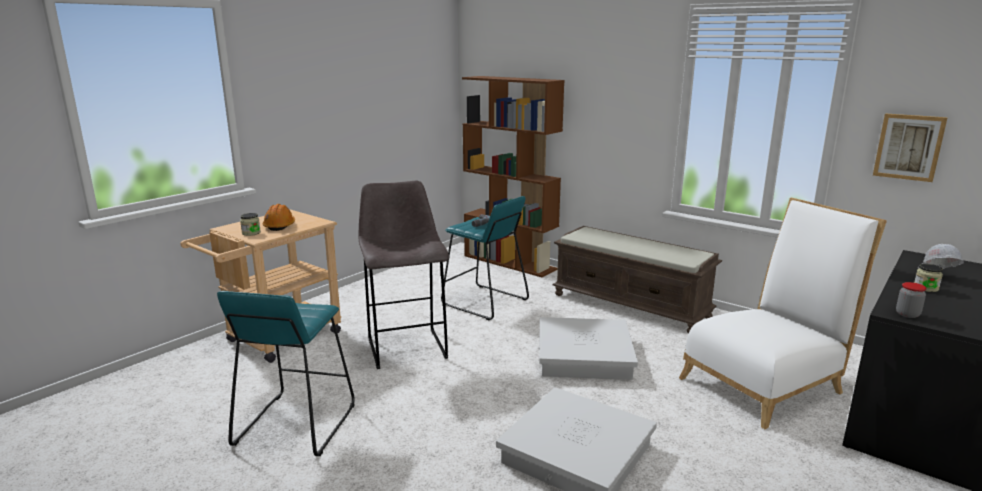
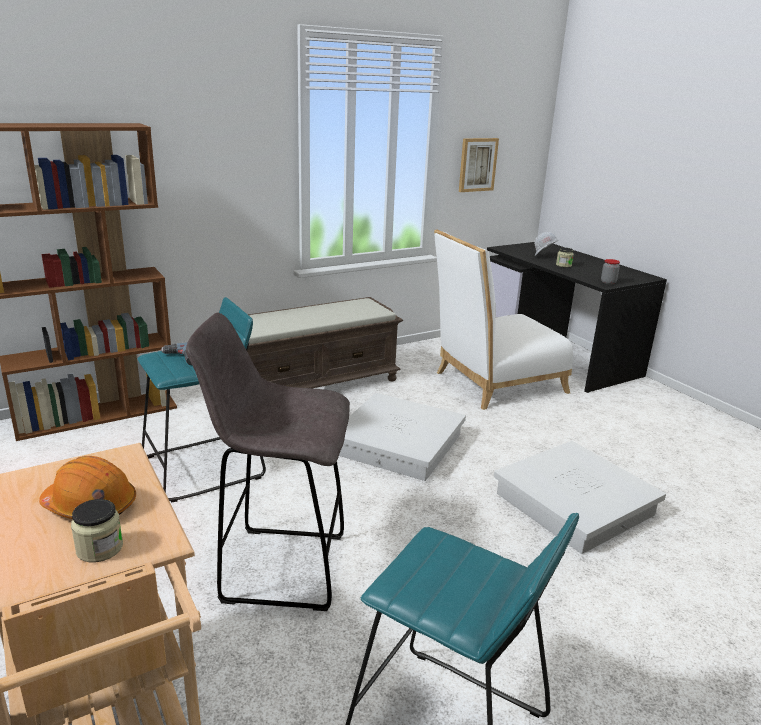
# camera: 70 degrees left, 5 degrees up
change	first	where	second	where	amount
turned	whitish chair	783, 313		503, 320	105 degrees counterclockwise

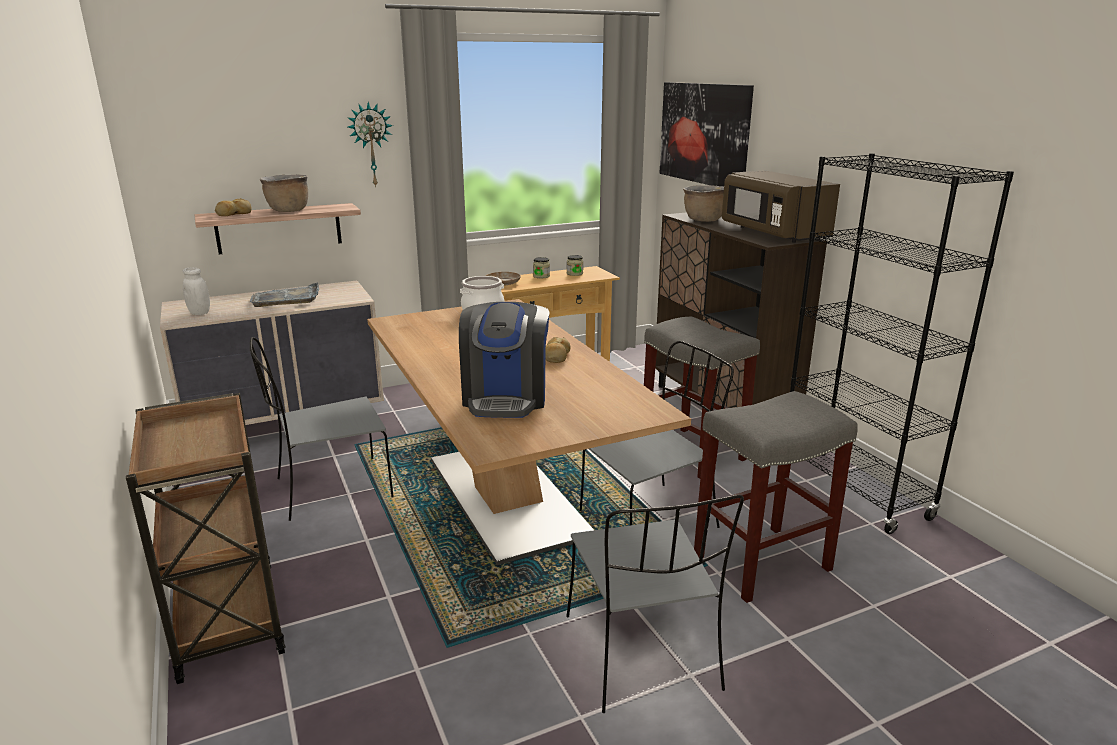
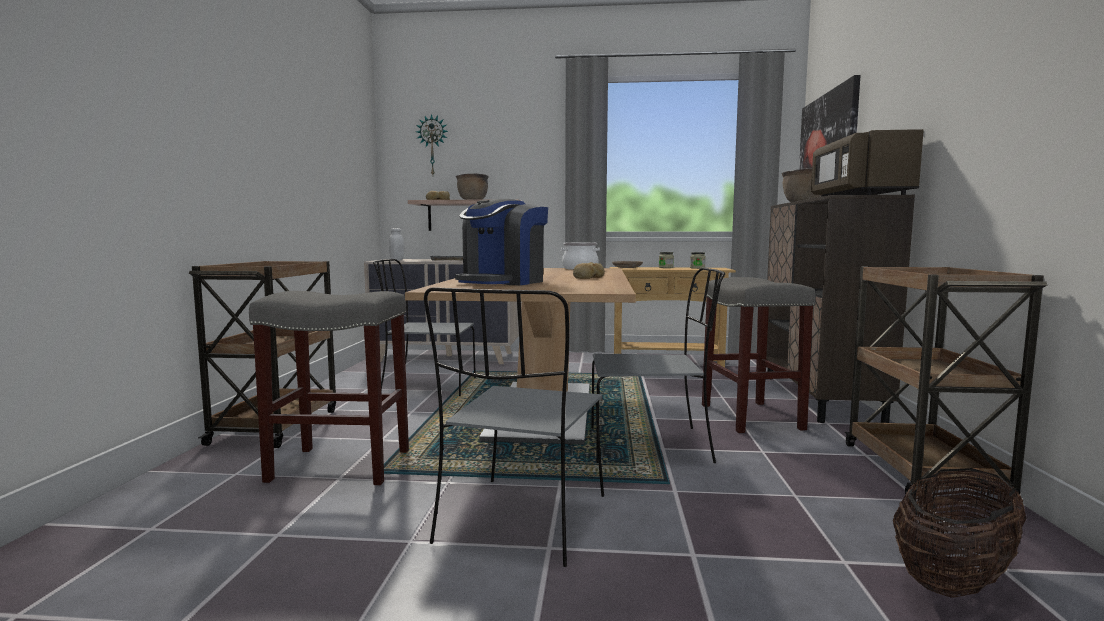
# camera: 30 degrees right, 15 degrees down
change	first	where	second	where	amount
added			storage basket	960, 533	
moved	clock on the wall	370, 145		432, 144	
moved	gray stool	776, 497		329, 388	
replaced	black-coloured bookcase	902, 343	brown trolley	946, 383	

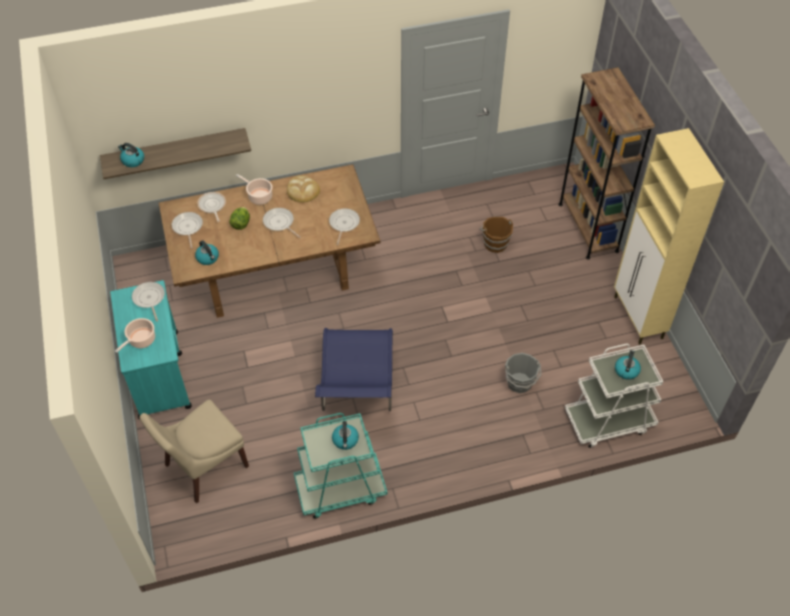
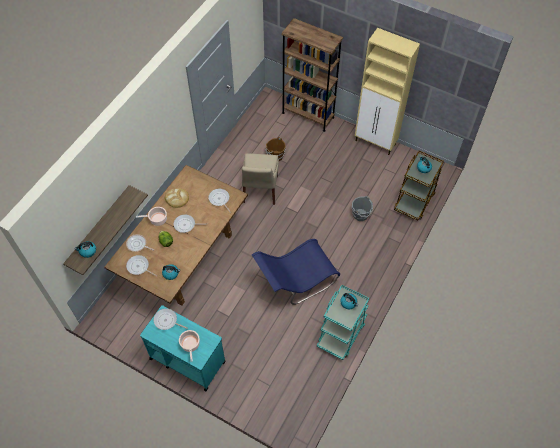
# camera: 45 degrees left, 5 degrees up
change	first	where	second	where	amount
moved	beige chair	194, 451		260, 179	
recoloured	whitish trolley	614, 396	brown trolley	419, 186	
turned	blue chair	354, 369		296, 272	105 degrees clockwise

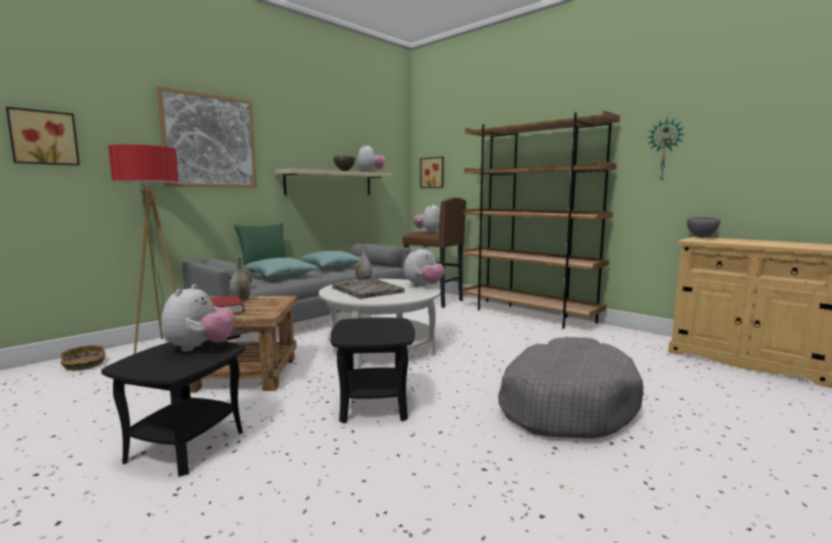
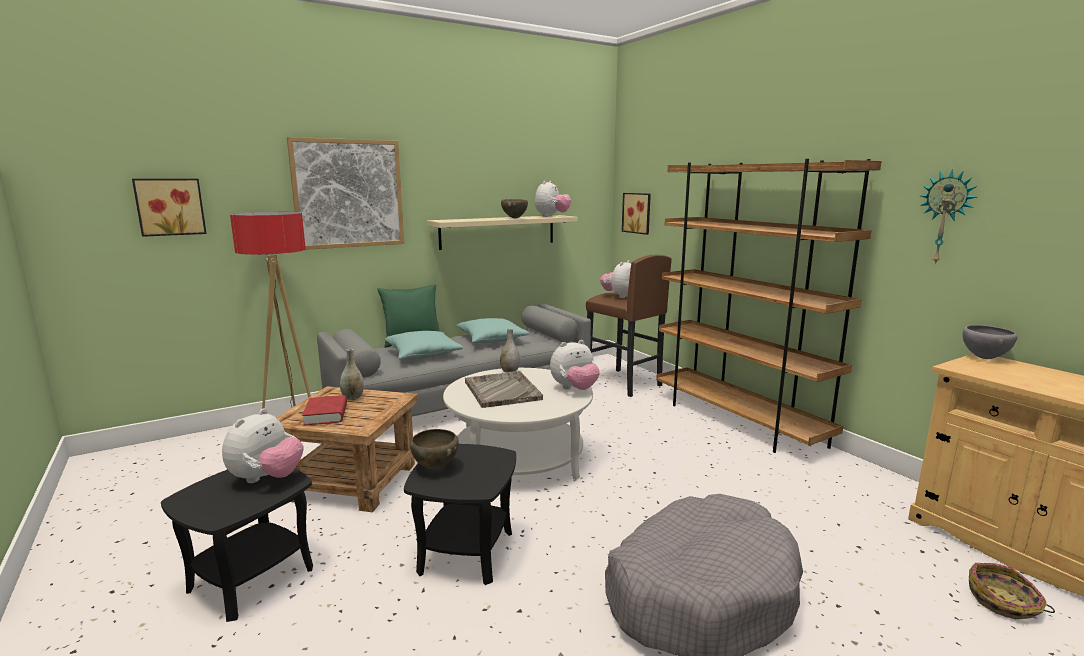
# camera: 15 degrees right, 5 degrees up
change	first	where	second	where	amount
added			brown deep dish	434, 449	
moved	storage basket	83, 358		1012, 591	

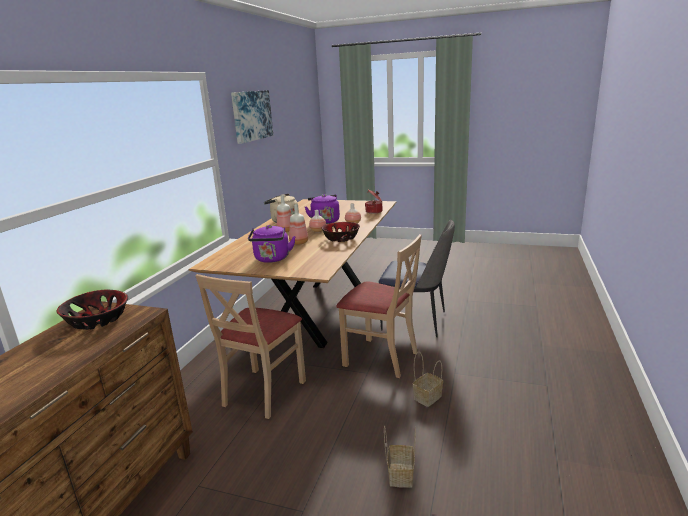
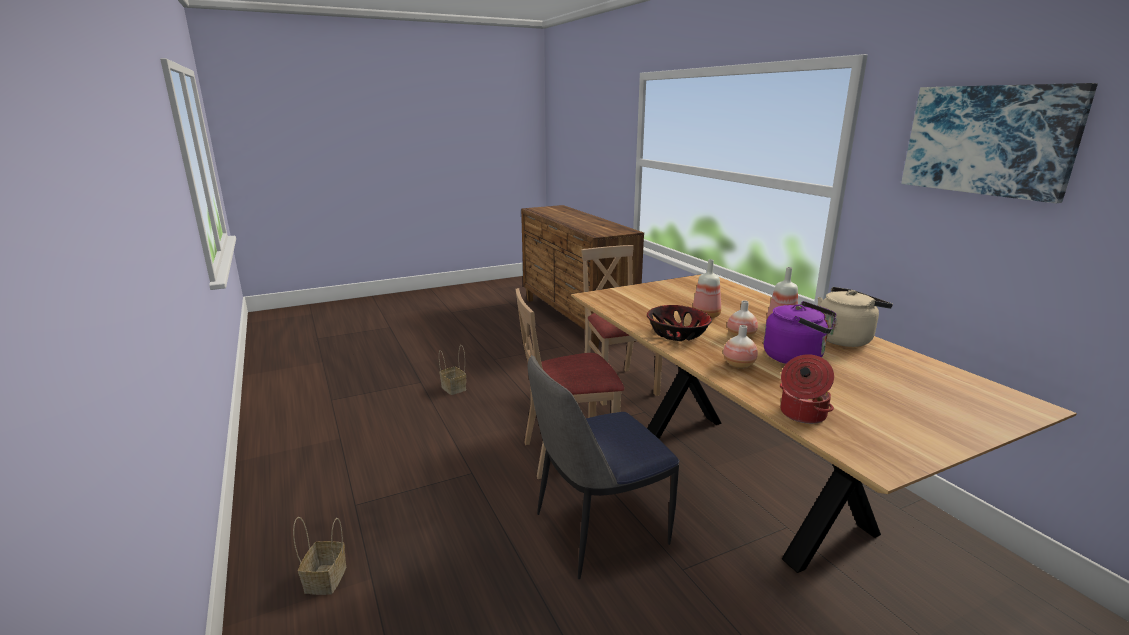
# camera: 135 degrees right, 0 degrees up
change	first	where	second	where	amount
removed	deep dish	92, 309			
removed	purplish water kettle	272, 244			
moved	storage basket	428, 379		319, 556	

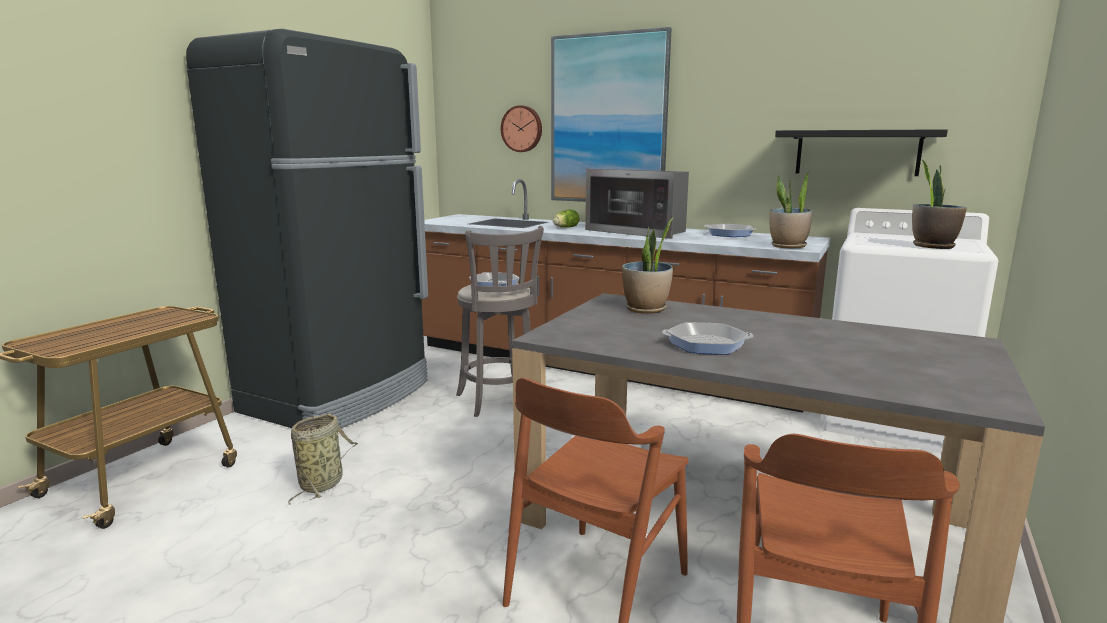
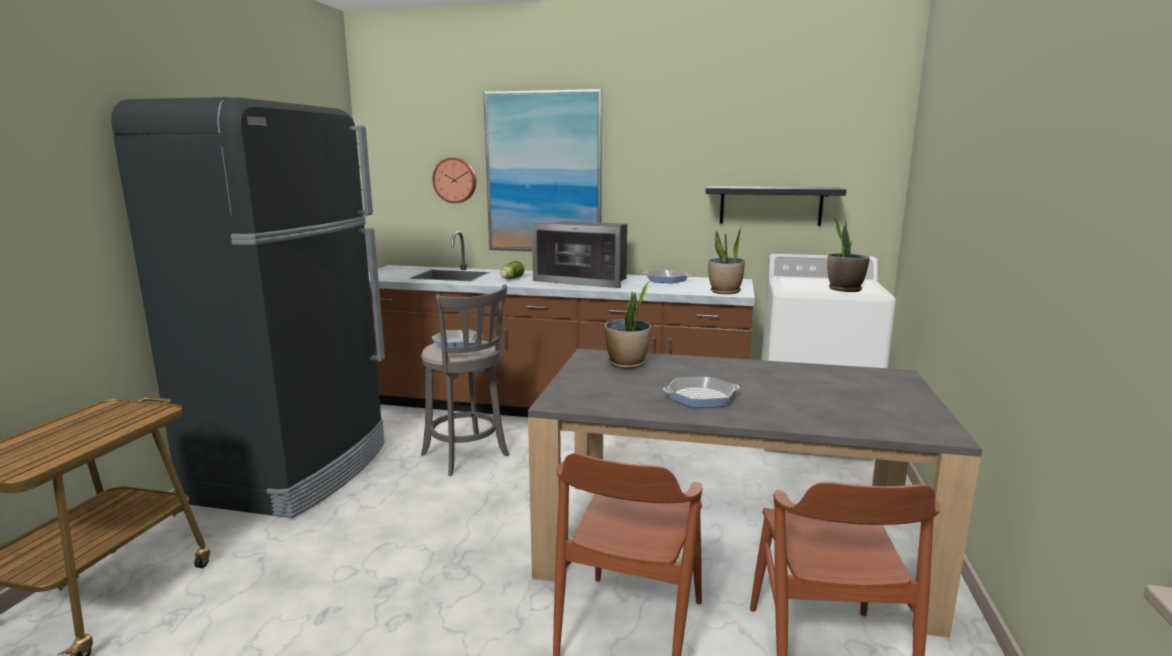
# camera: 15 degrees left, 0 degrees up
change	first	where	second	where	amount
removed	storage basket	323, 459			

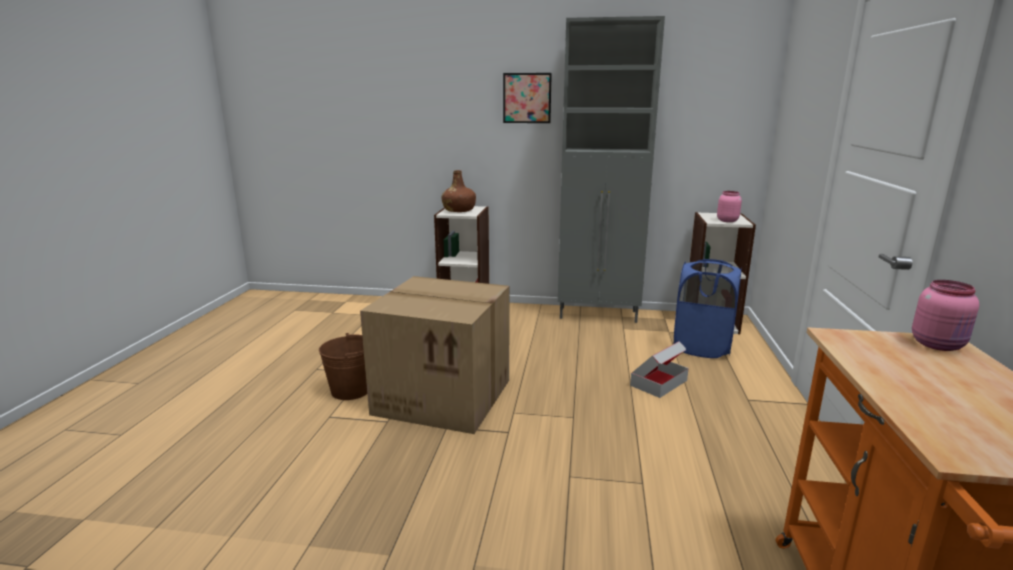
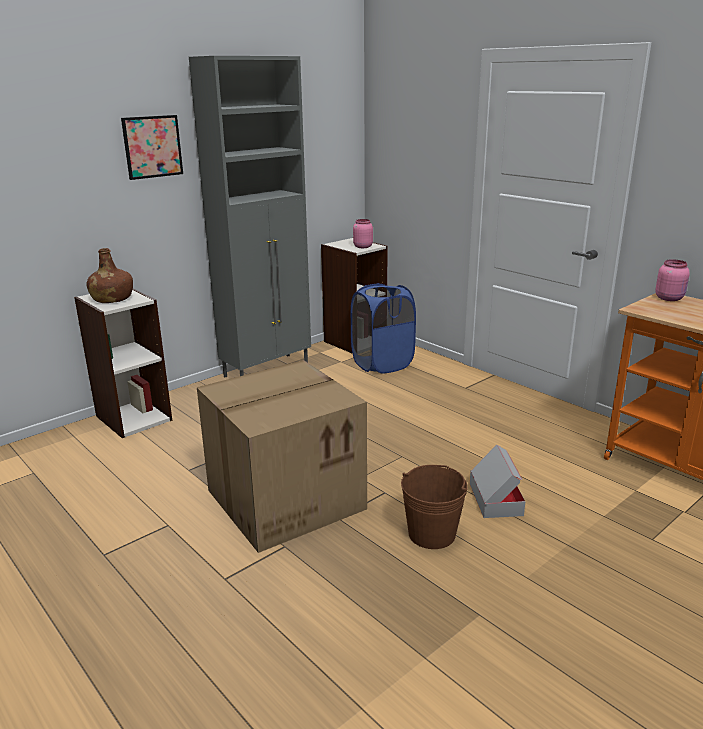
# camera: 50 degrees left, 5 degrees up
change	first	where	second	where	amount
moved	brown bucket	343, 366		434, 507	
moved	carton	659, 369		497, 481	

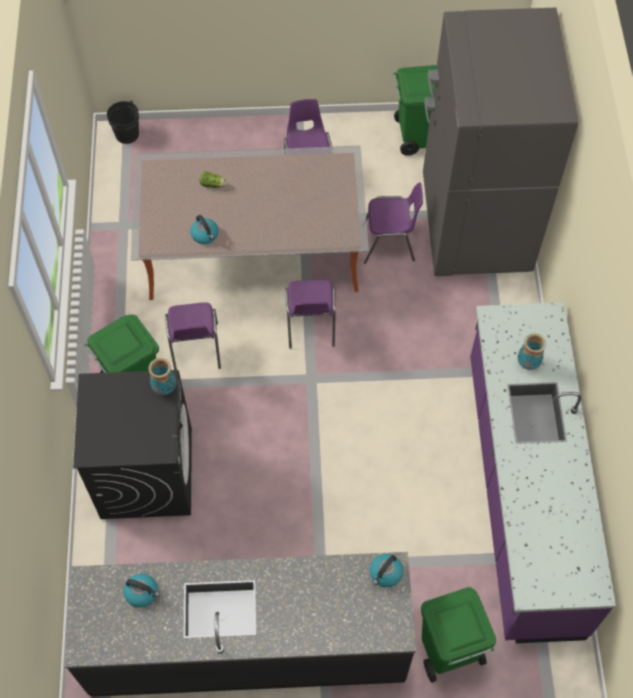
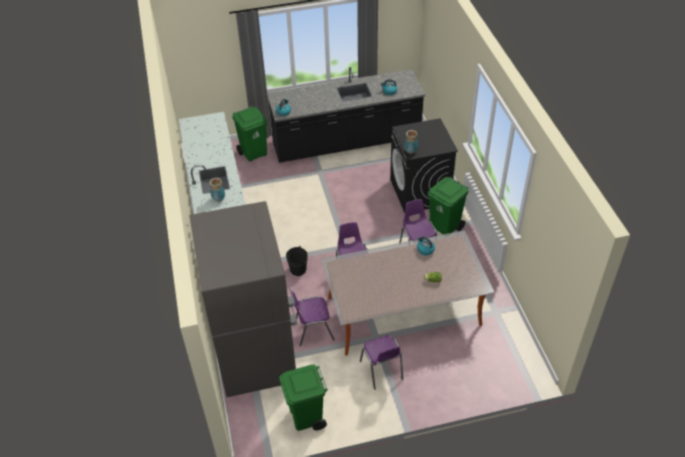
# camera: 170 degrees right, 15 degrees down
change	first	where	second	where	amount
moved	black-coloured bucket	123, 122		297, 261	

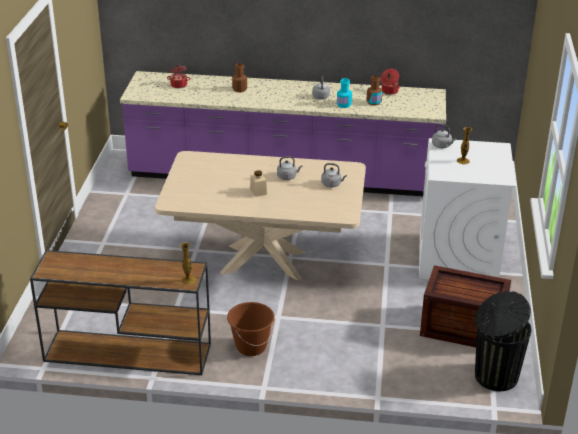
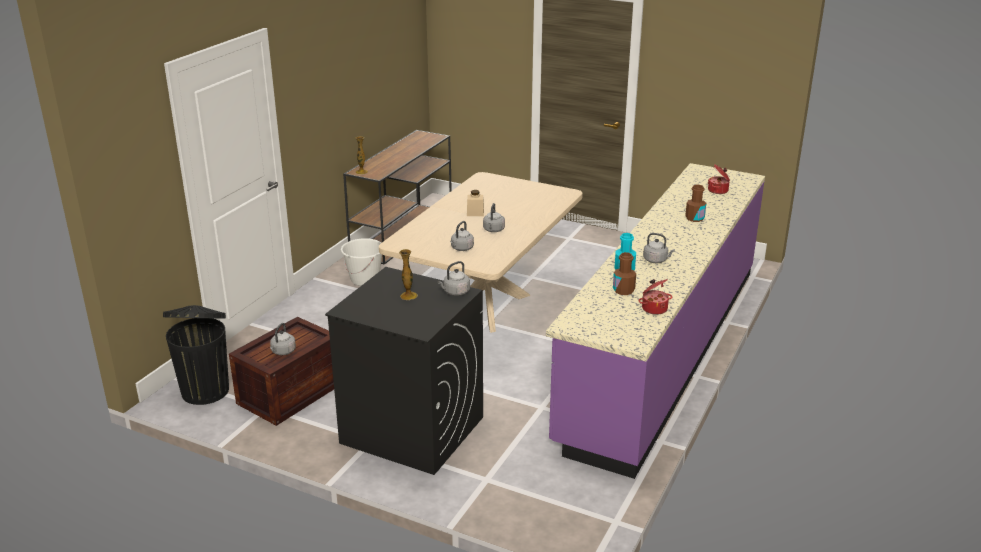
# camera: 110 degrees right, 5 degrees down
change	first	where	second	where	amount
added			gray water kettle	283, 339	
recoloured	brown bucket	251, 329	whitish bucket	361, 262	
recoloured	whitish washing machine	467, 209	black-coloured washing machine	404, 371	

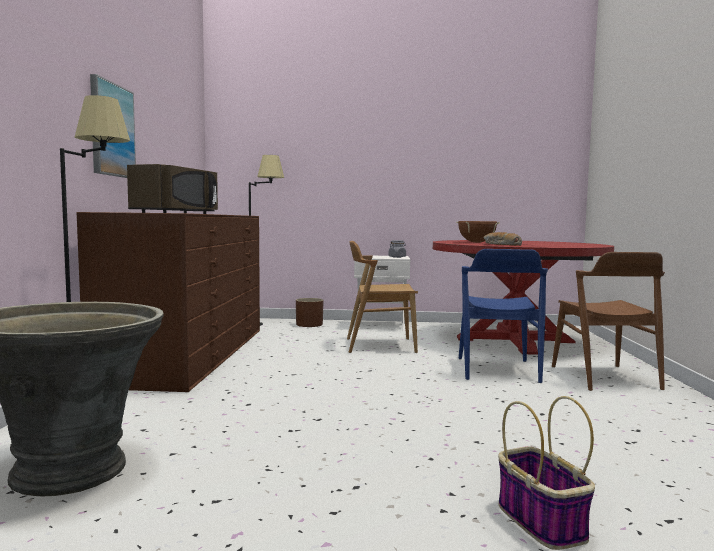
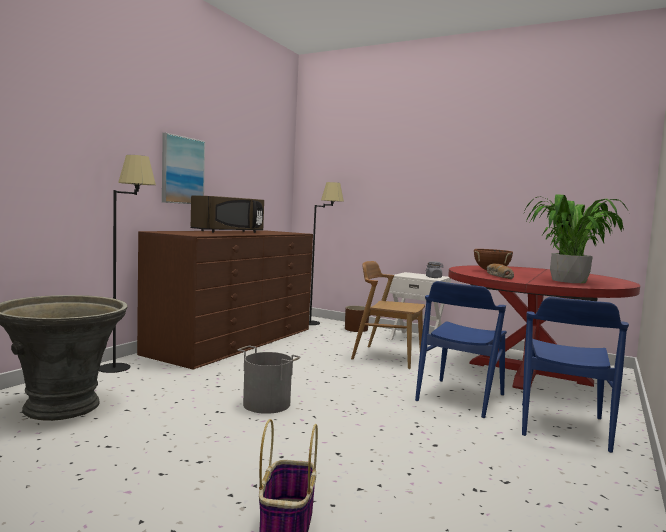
# camera: 25 degrees right, 0 degrees up
change	first	where	second	where	amount
added			gray bucket	269, 380	
added			plant in a pot	577, 238	
recoloured	brown chair	608, 321	blue chair	575, 375	

